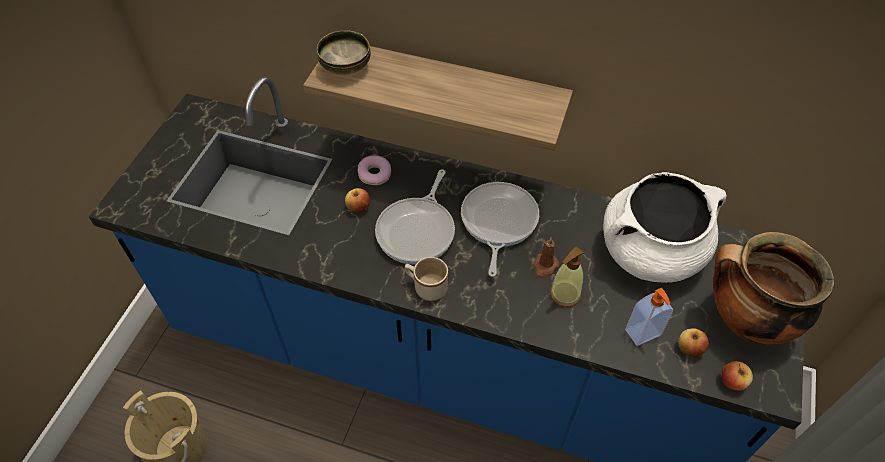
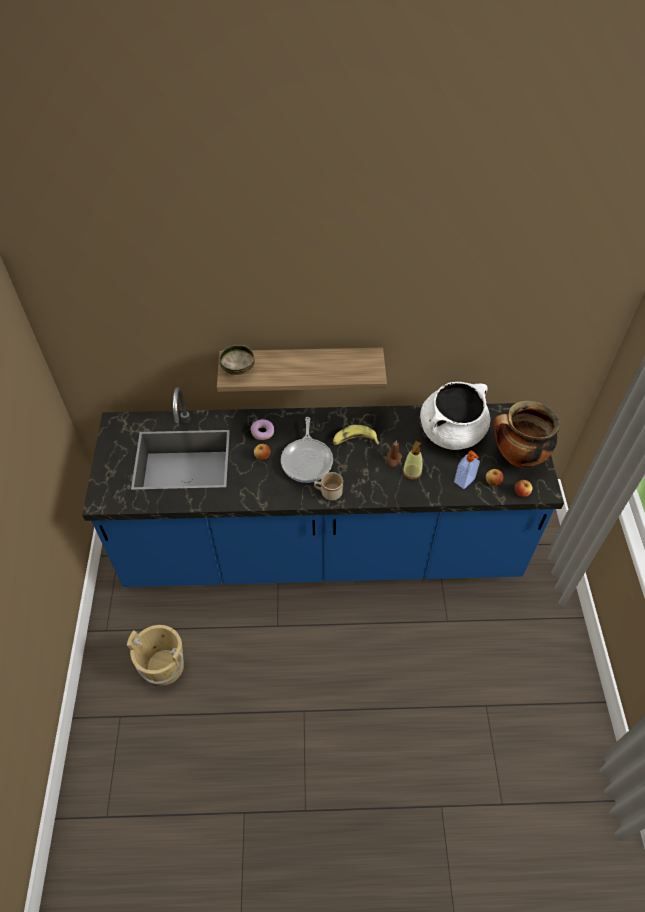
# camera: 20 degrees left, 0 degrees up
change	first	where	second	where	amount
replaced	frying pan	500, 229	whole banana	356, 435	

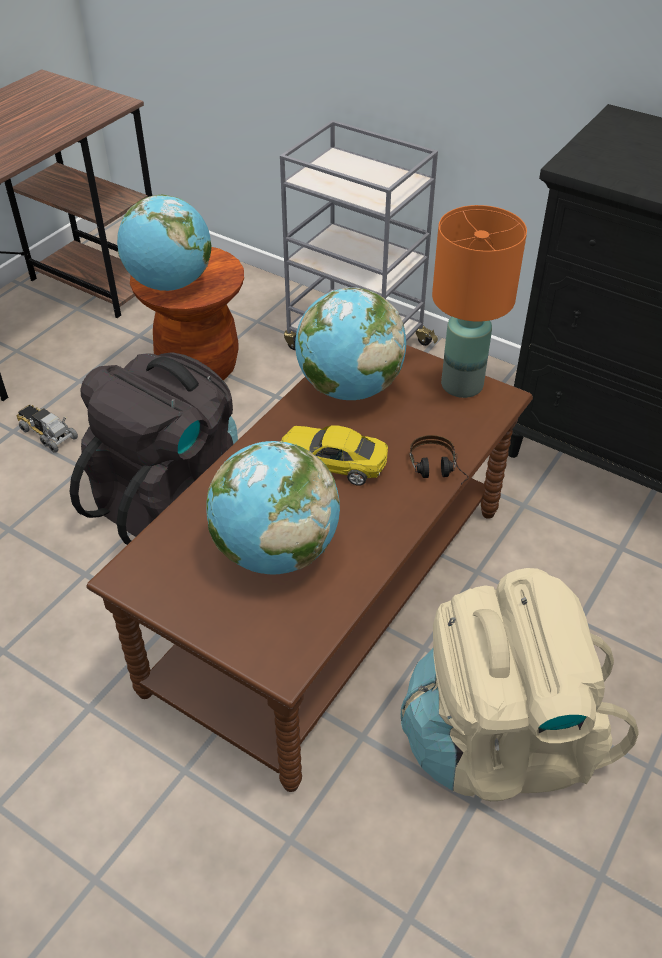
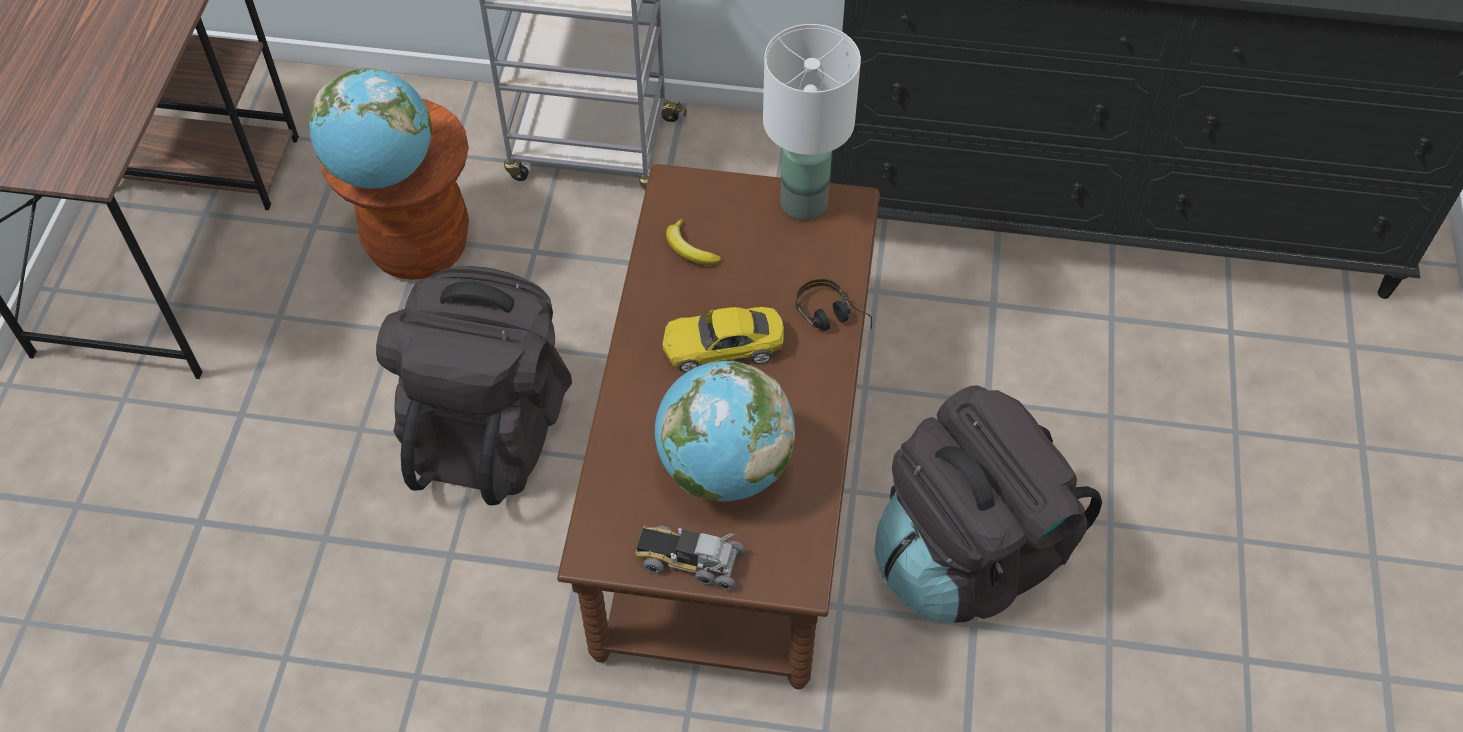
# camera: 25 degrees left, 10 degrees up
change	first	where	second	where	amount
moved	model truck	47, 429		690, 557	
replaced	desk globe	350, 343	whole banana	693, 242	
recoloured	beige backpack	520, 684	black-coloured backpack	988, 504	
recoloured	orangey tabletop lamp	479, 301	whitish tabletop lamp	812, 122	

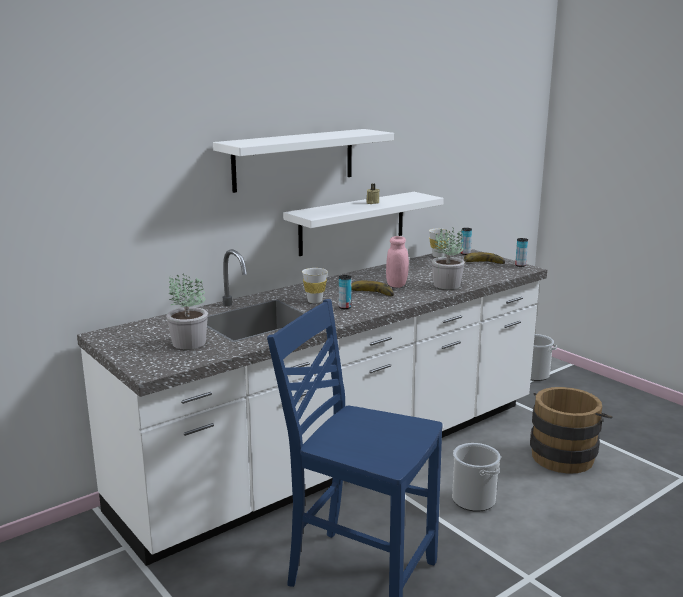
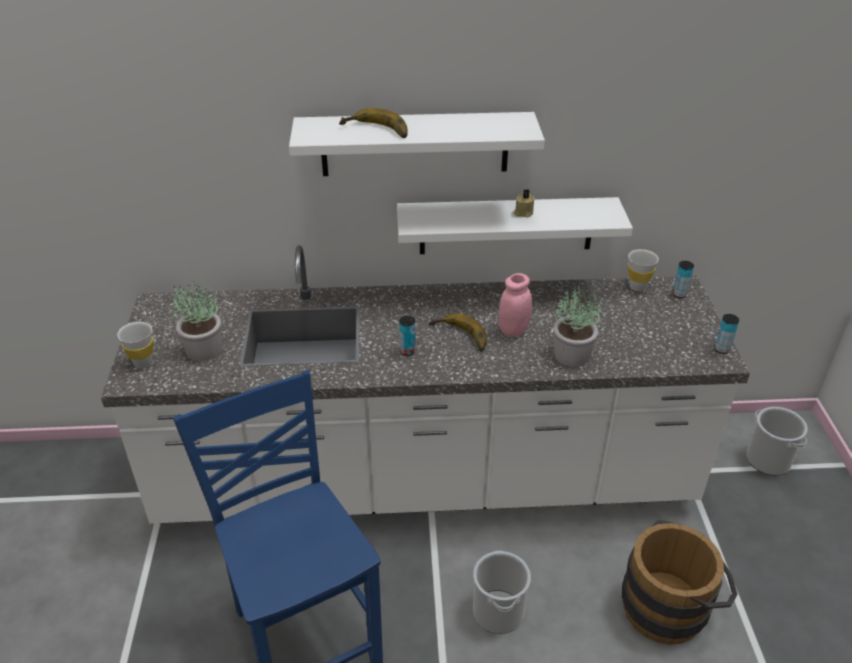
# camera: 35 degrees right, 20 degrees up
change	first	where	second	where	amount
moved	whitish small cup	315, 285		135, 345	
moved	whole banana	484, 258		373, 123	

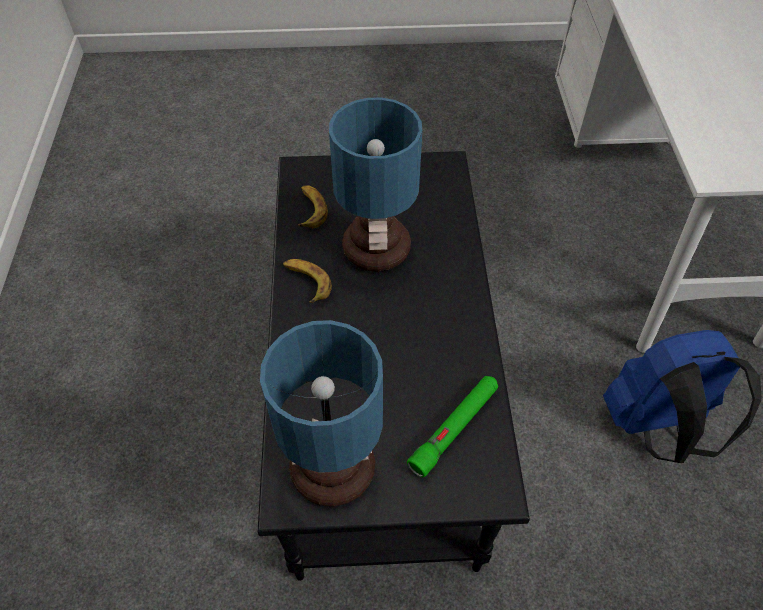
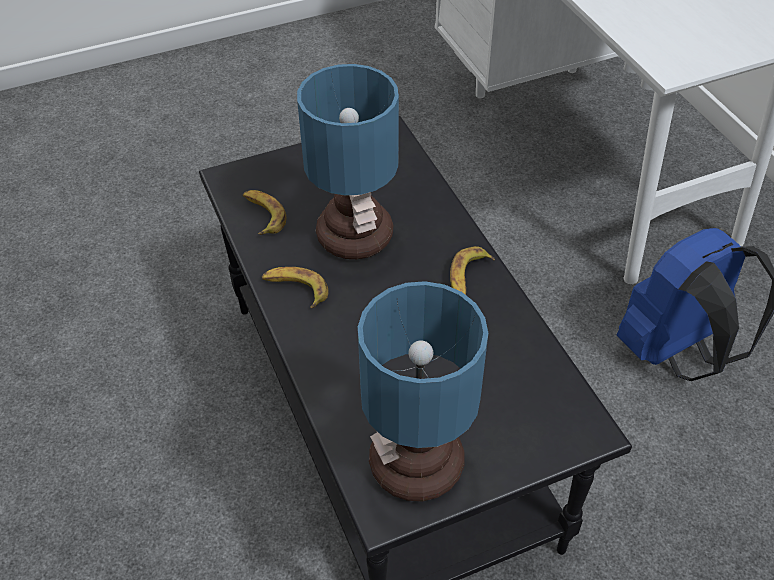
# camera: 20 degrees left, 5 degrees down
change	first	where	second	where	amount
removed	green-coloured flashlight	452, 426			
added			whole banana	472, 270	

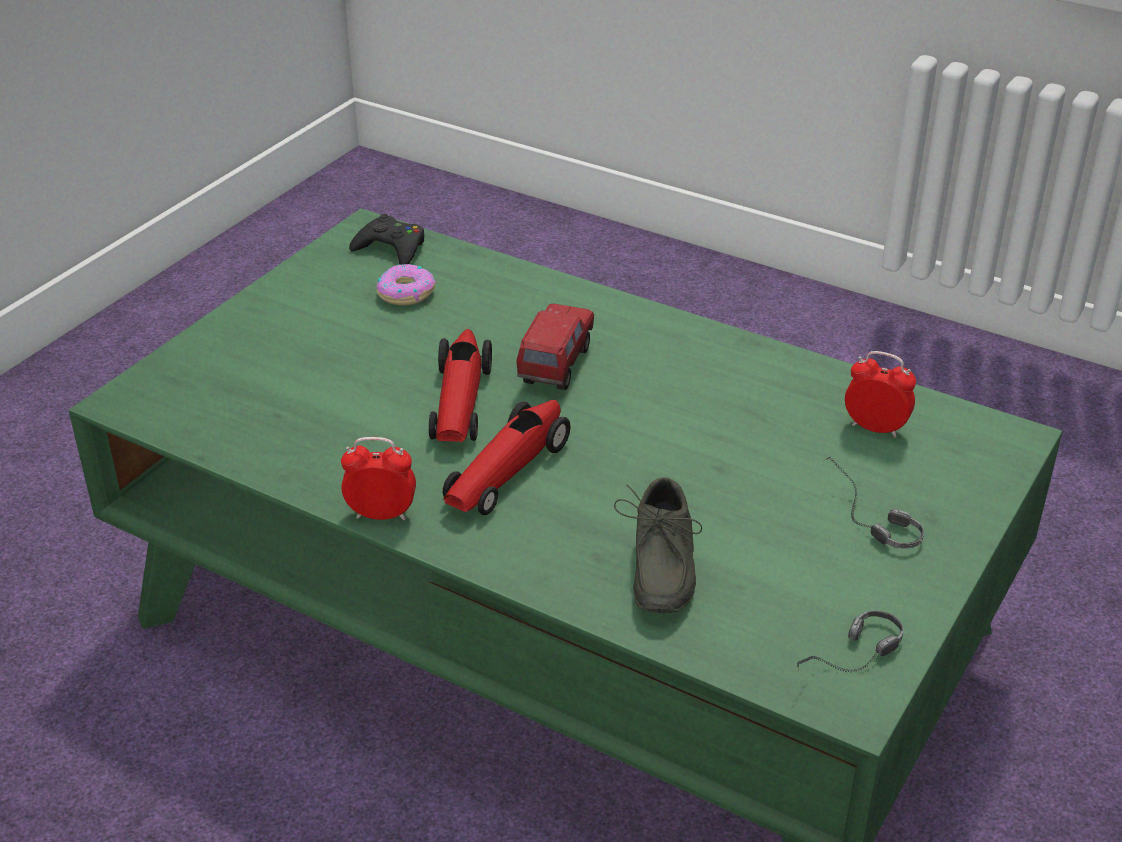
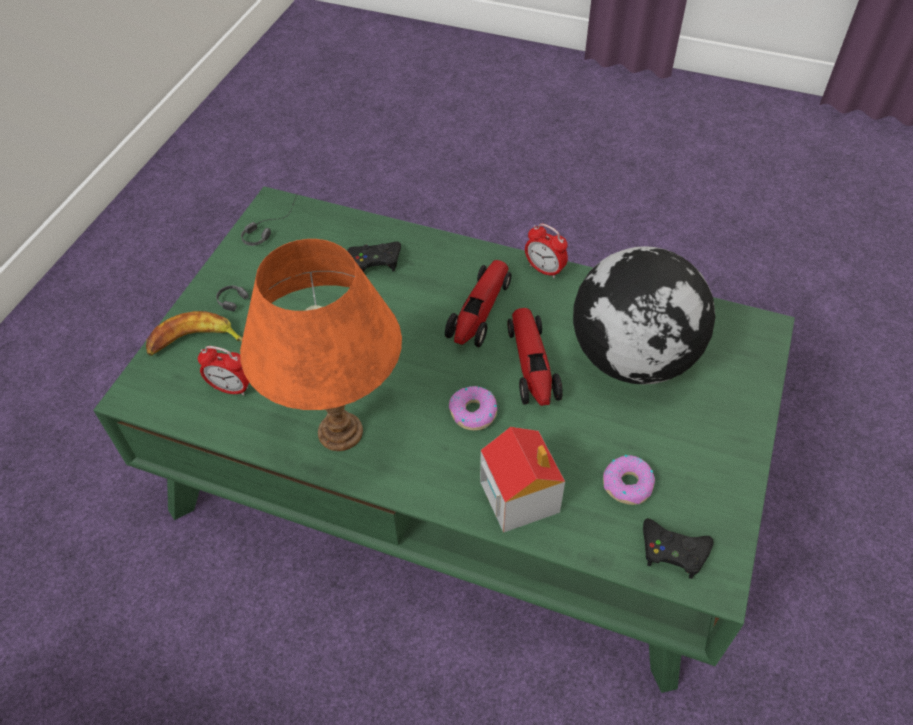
# camera: 170 degrees right, 15 degrees up
change	first	where	second	where	amount
added			whole banana	194, 333	
added			orangey tabletop lamp	321, 345	
added			model house	522, 480	
added			desk globe	644, 315	
replaced	model truck	555, 346	doughnut	473, 408	
replaced	gray item of footwear	658, 545	black-coloured joypad	374, 257	
turned	bedside clock	378, 478		546, 250	45 degrees clockwise

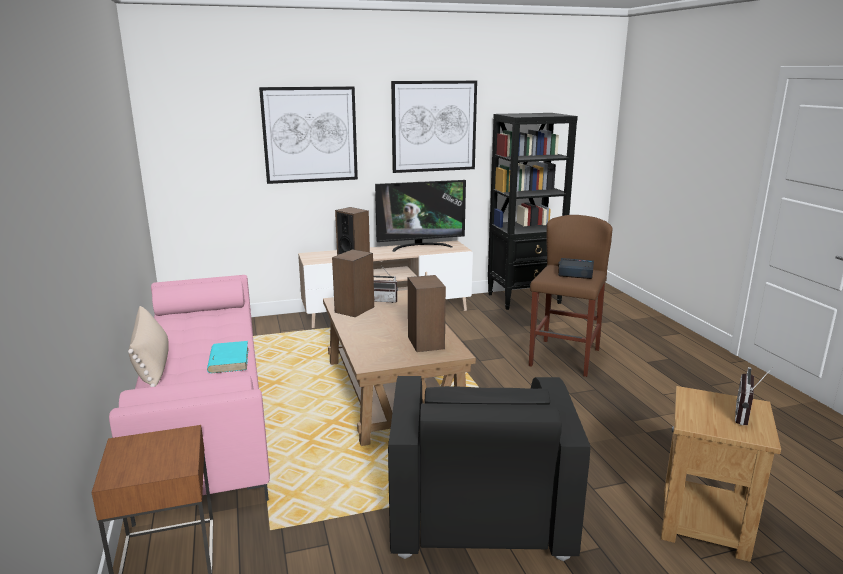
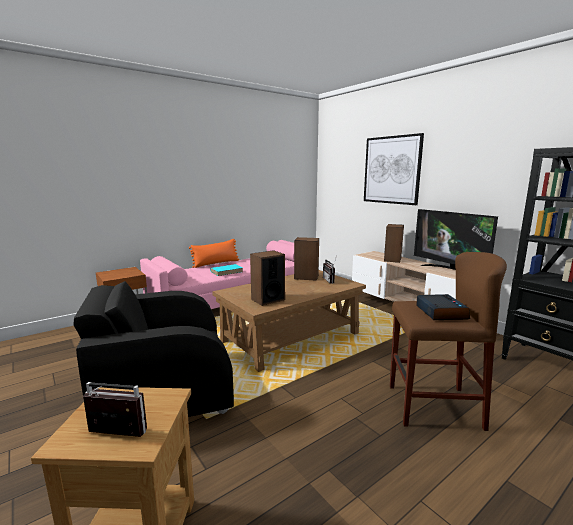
# camera: 70 degrees right, 5 degrees down
change	first	where	second	where	amount
removed	wall picture	434, 127			
recoloured	beige throw pillow	148, 346	orangey throw pillow	214, 253	

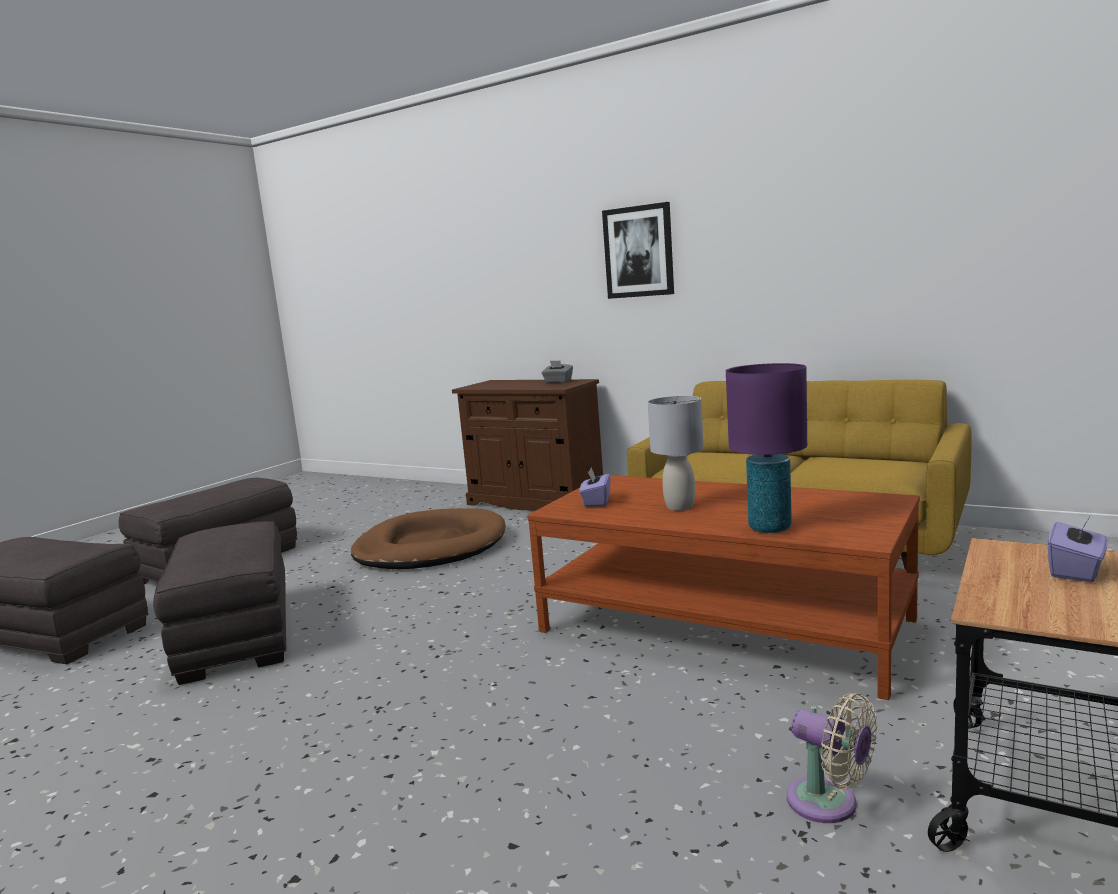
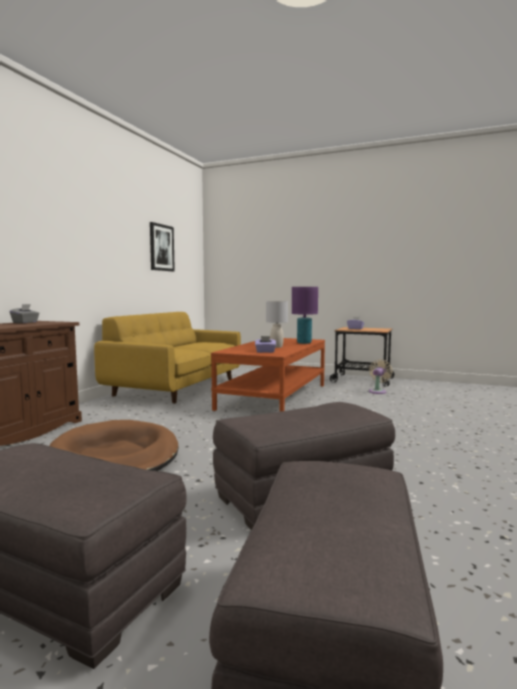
# camera: 100 degrees left, 5 degrees down
change	first	where	second	where	amount
moved	wall picture	638, 250		162, 246	

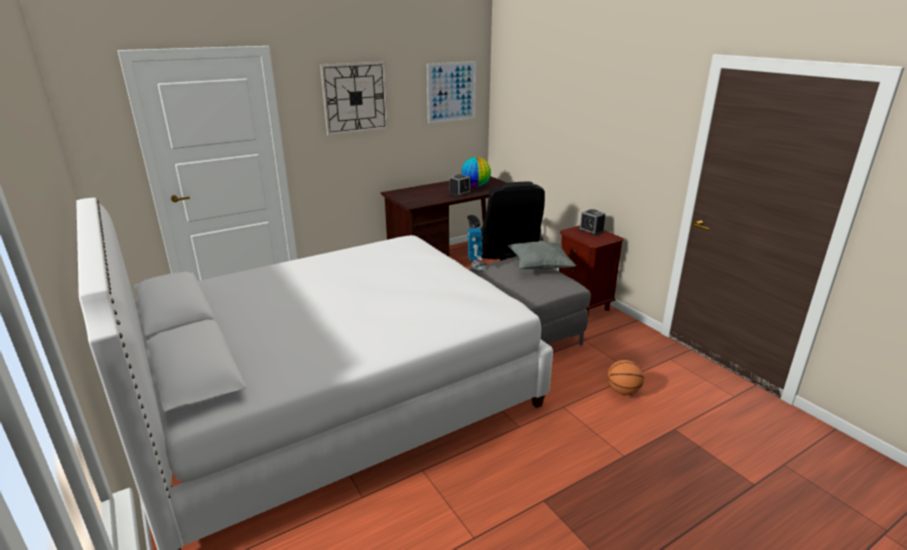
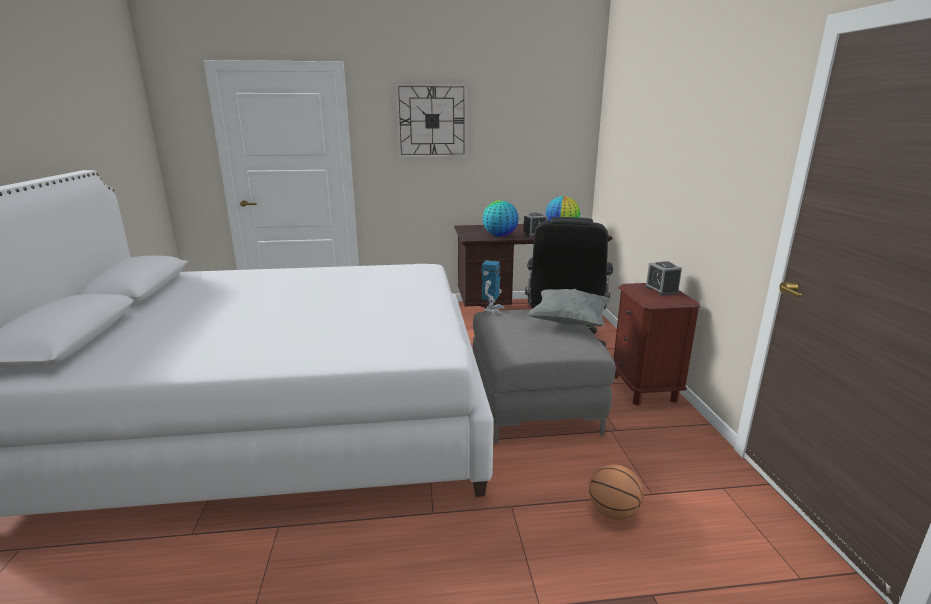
# camera: 25 degrees right, 5 degrees down
change	first	where	second	where	amount
removed	wall picture	451, 92			
added			desk globe	501, 218	

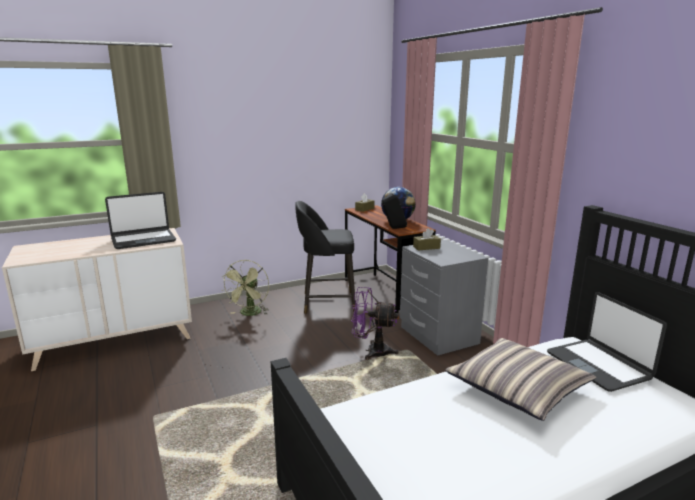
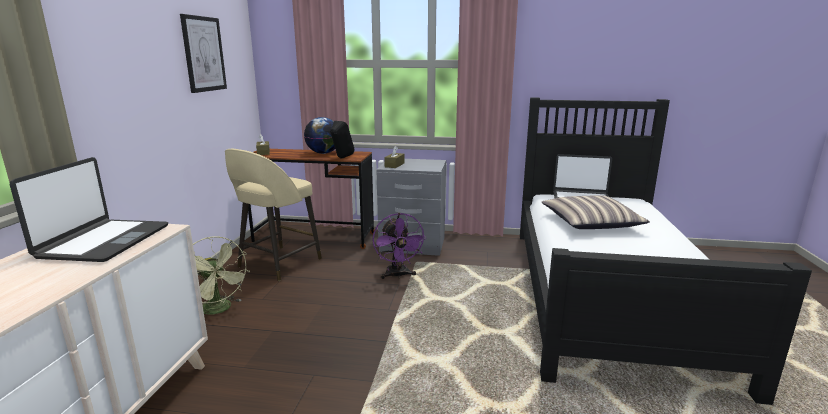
# camera: 55 degrees left, 0 degrees up
change	first	where	second	where	amount
added			wall picture	203, 53	
recoloured	black-coloured stool	325, 257	beige stool	273, 215	
turned	purplish fan	375, 323		399, 246	60 degrees counterclockwise

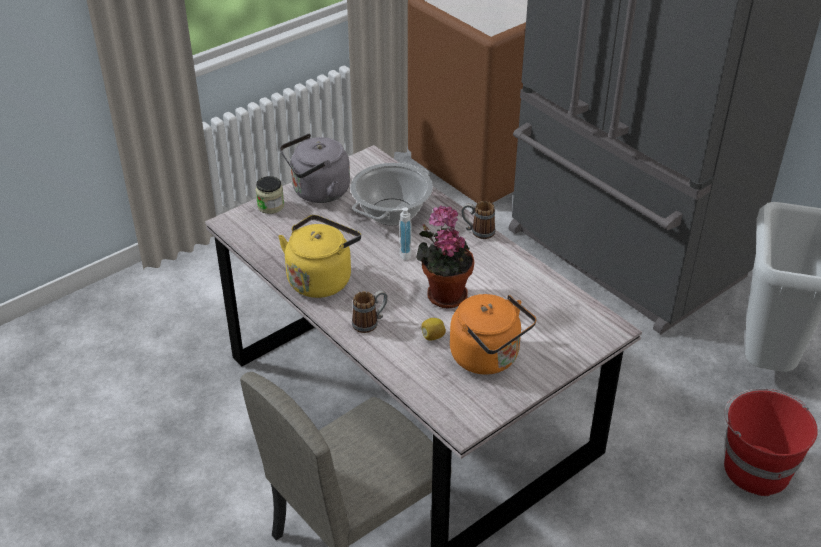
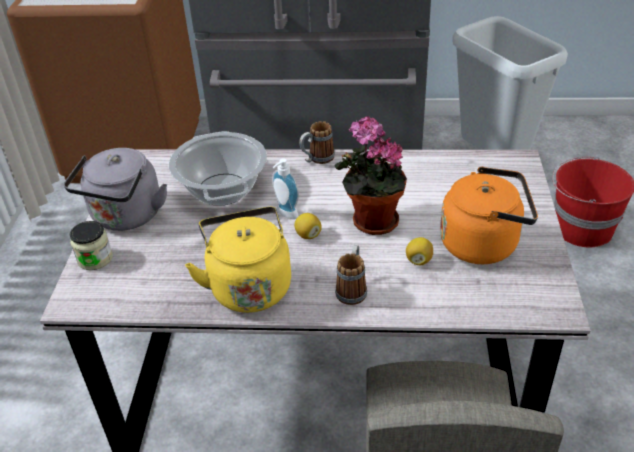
# camera: 45 degrees left, 0 degrees up
change	first	where	second	where	amount
added			lemon	308, 226	

